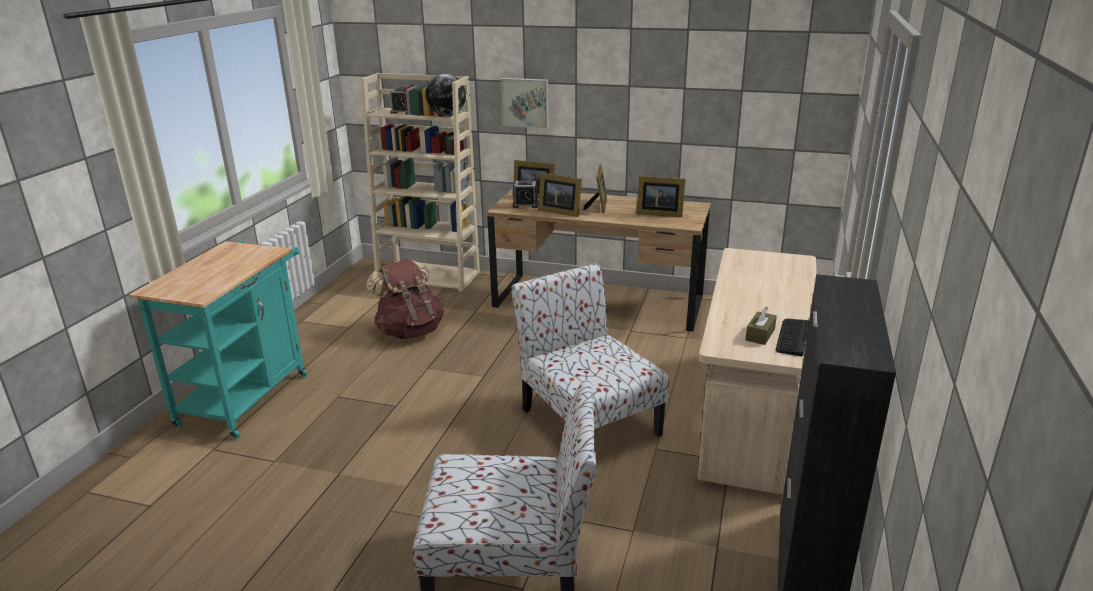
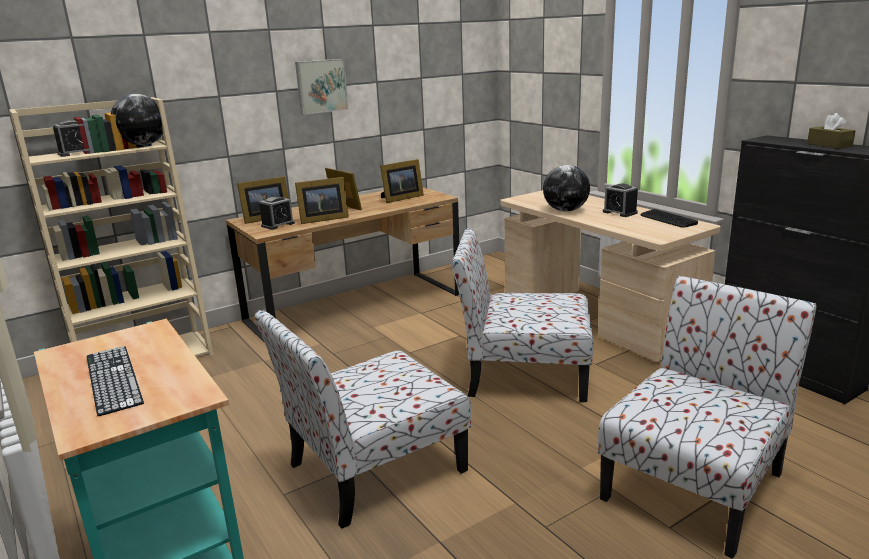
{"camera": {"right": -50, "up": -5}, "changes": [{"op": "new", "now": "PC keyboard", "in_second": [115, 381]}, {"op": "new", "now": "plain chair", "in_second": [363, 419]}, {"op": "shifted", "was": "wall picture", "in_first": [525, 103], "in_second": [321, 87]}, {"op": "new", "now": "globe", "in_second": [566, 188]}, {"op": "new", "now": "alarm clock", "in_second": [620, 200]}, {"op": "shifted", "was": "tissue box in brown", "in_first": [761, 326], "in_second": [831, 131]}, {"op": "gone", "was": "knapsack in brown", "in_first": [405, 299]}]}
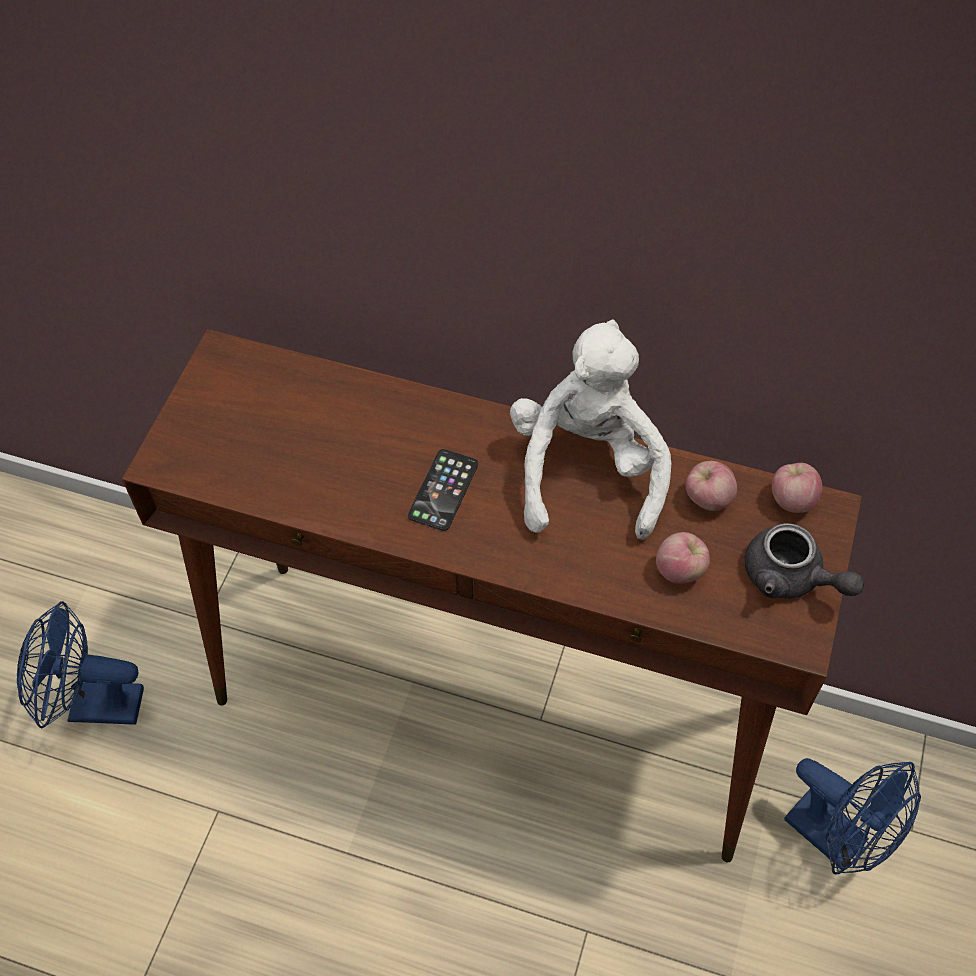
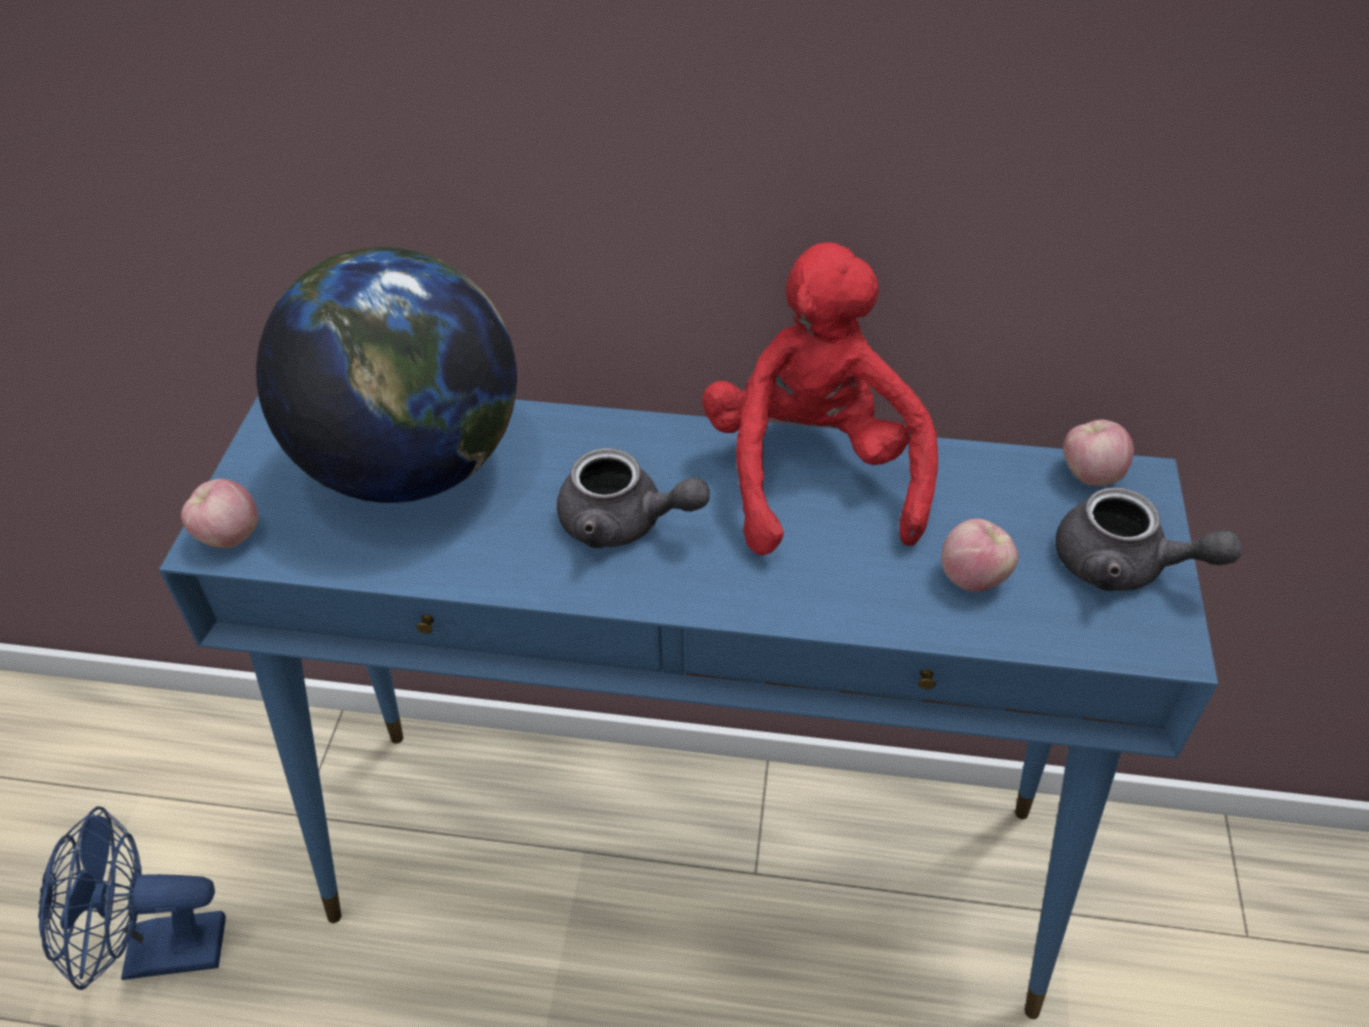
{"camera": {"right": -10, "up": -10}, "changes": [{"op": "repainted", "was": "hall table in brown", "now": "hall table in blue-coloured", "in_first": [492, 596], "in_second": [688, 707]}, {"op": "shifted", "was": "whole apple", "in_first": [711, 486], "in_second": [219, 513]}, {"op": "new", "now": "globe", "in_second": [386, 375]}, {"op": "swapped", "was": "phone", "now": "tea pot in grey", "in_first": [443, 490], "in_second": [633, 498]}, {"op": "repainted", "was": "cuddly toy in white", "now": "cuddly toy in reddish", "in_first": [590, 429], "in_second": [820, 398]}, {"op": "gone", "was": "electric fan in blue-coloured", "in_first": [852, 816]}]}
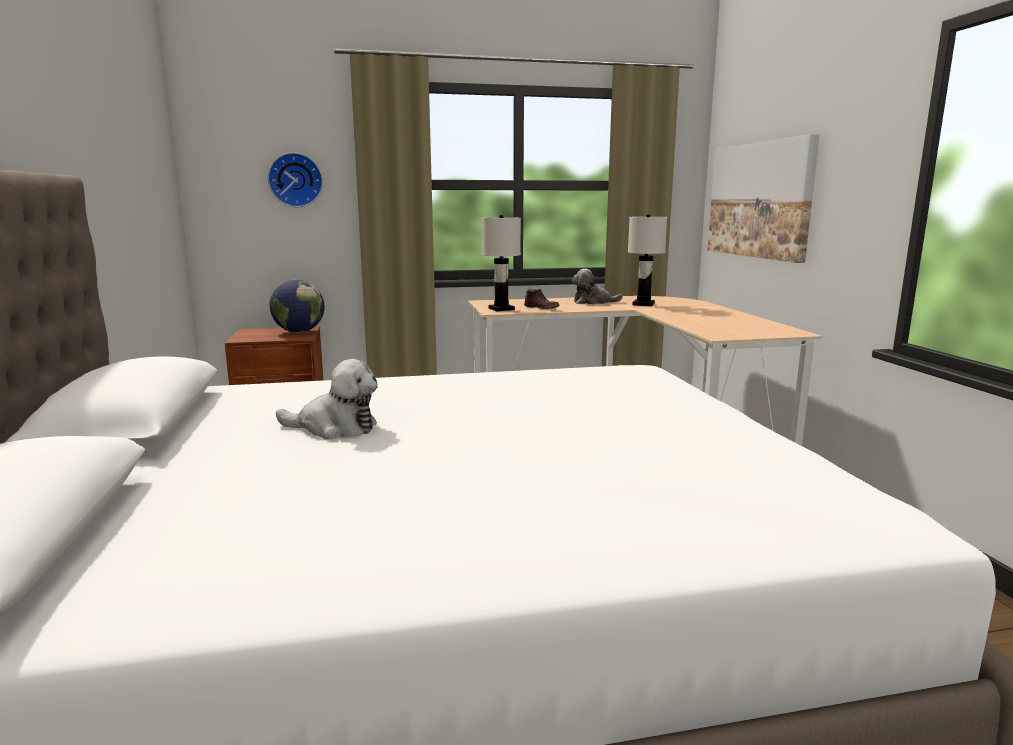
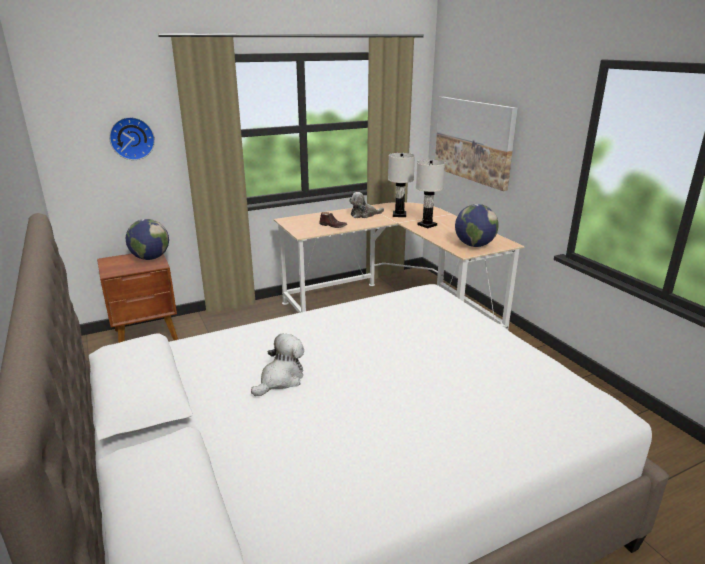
{"camera": {"right": -15, "up": 10}, "changes": [{"op": "rotated", "was": "cuddly toy", "in_first": [327, 399], "in_second": [277, 365], "clockwise": -45}, {"op": "shifted", "was": "table lamp in white", "in_first": [501, 263], "in_second": [430, 194]}, {"op": "new", "now": "globe", "in_second": [477, 225]}]}
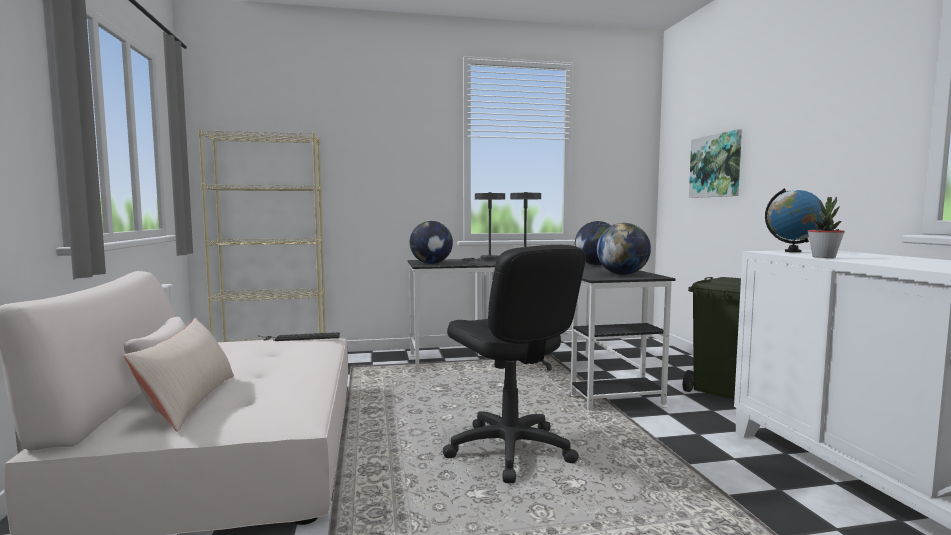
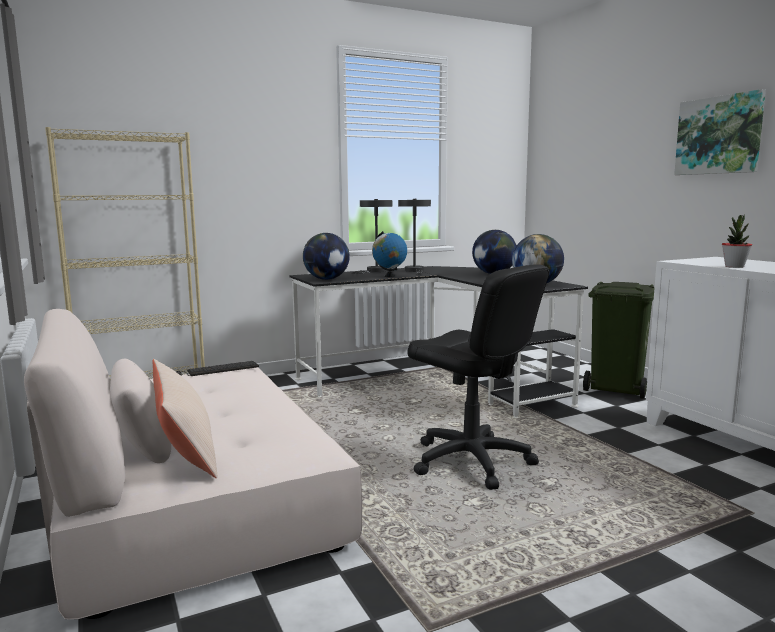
{"camera": {"right": -15, "up": 5}, "changes": [{"op": "shifted", "was": "globe", "in_first": [794, 220], "in_second": [389, 254]}, {"op": "shifted", "was": "wall picture", "in_first": [715, 163], "in_second": [720, 132]}]}
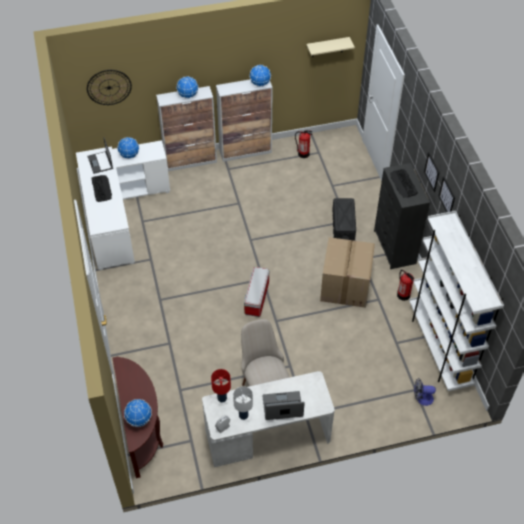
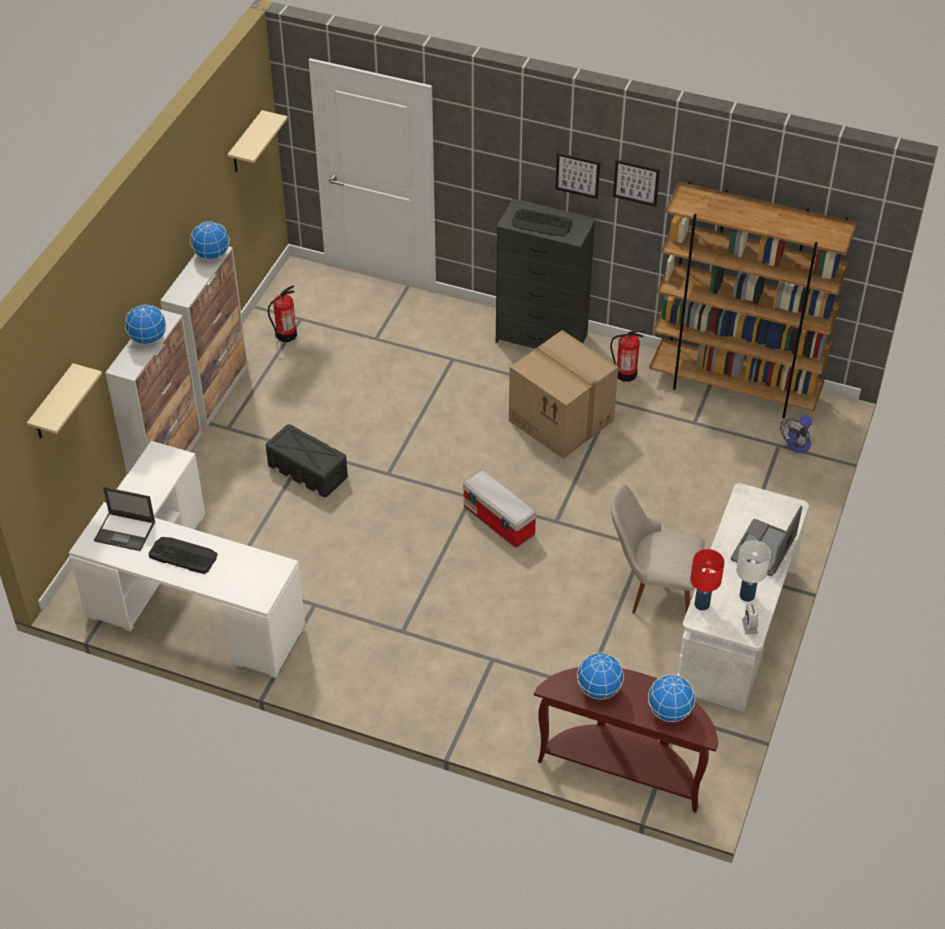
{"camera": {"right": -55, "up": -5}, "changes": [{"op": "swapped", "was": "wall clock", "now": "shelf in beige-coloured", "in_first": [109, 87], "in_second": [64, 401]}, {"op": "shifted", "was": "storage box in black-coloured", "in_first": [344, 219], "in_second": [307, 460]}, {"op": "shifted", "was": "globe", "in_first": [128, 148], "in_second": [600, 676]}, {"op": "repainted", "was": "bookshelf in white", "now": "bookshelf in brown", "in_first": [456, 301], "in_second": [753, 299]}]}
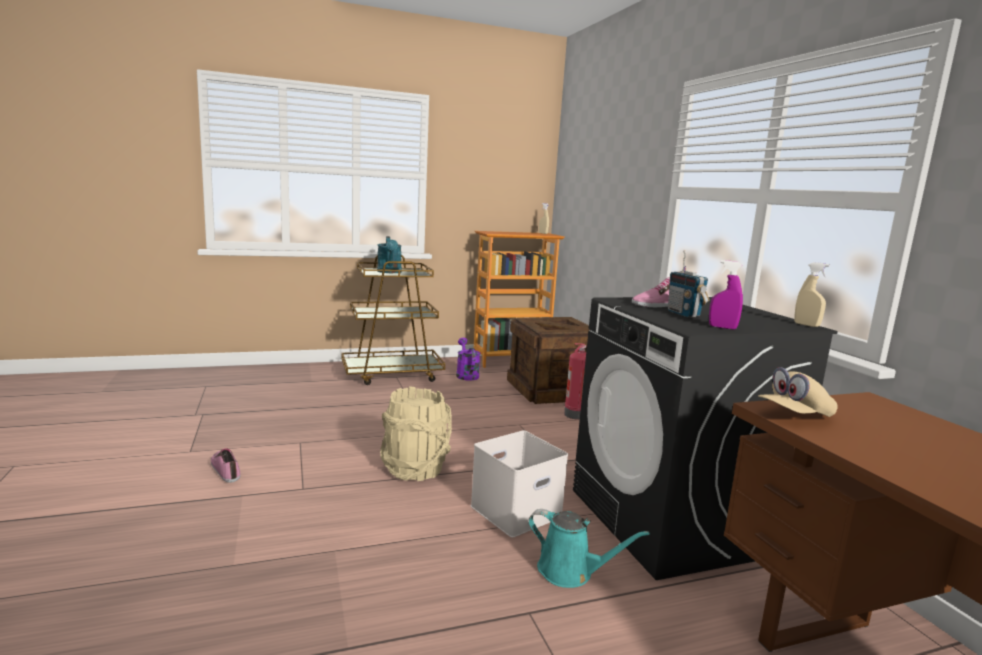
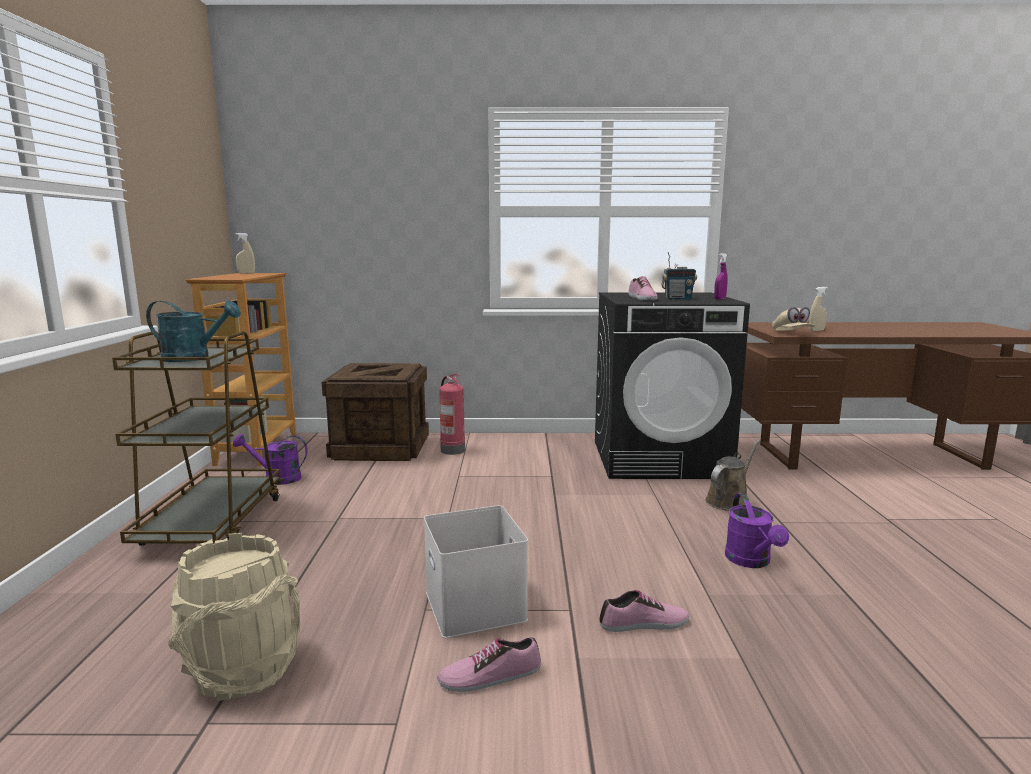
{"camera": {"right": -70, "up": 0}, "changes": [{"op": "shifted", "was": "bucket in beige-coloured", "in_first": [416, 433], "in_second": [234, 617]}, {"op": "shifted", "was": "storage box in white", "in_first": [519, 484], "in_second": [476, 571]}, {"op": "new", "now": "low shoe", "in_second": [644, 611]}, {"op": "repainted", "was": "sprinkling can in turquoise", "now": "sprinkling can in brown", "in_first": [589, 548], "in_second": [732, 475]}, {"op": "new", "now": "sprinkling can in purple", "in_second": [757, 530]}, {"op": "shifted", "was": "hand sprayer in beige-coloured", "in_first": [812, 294], "in_second": [818, 309]}]}
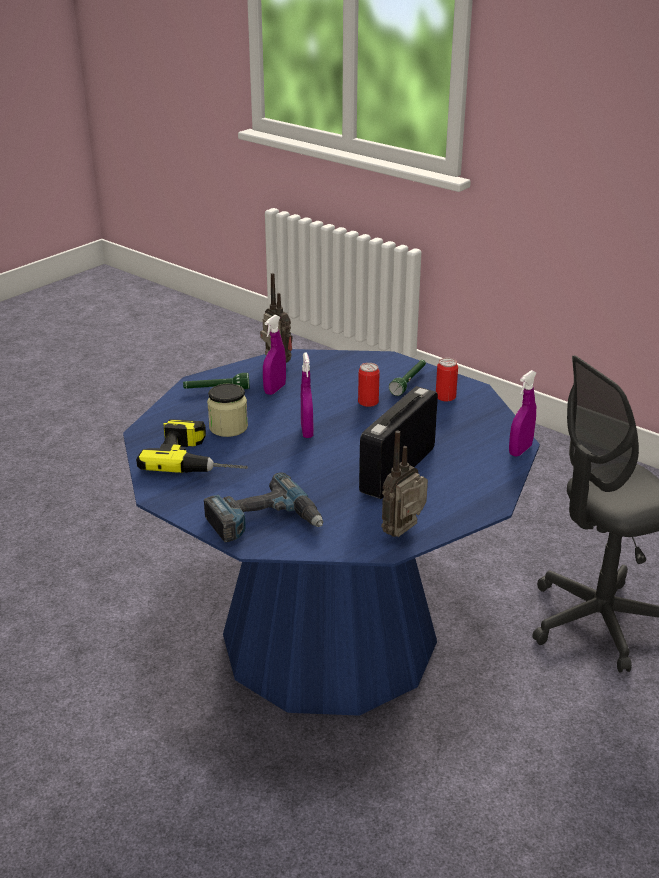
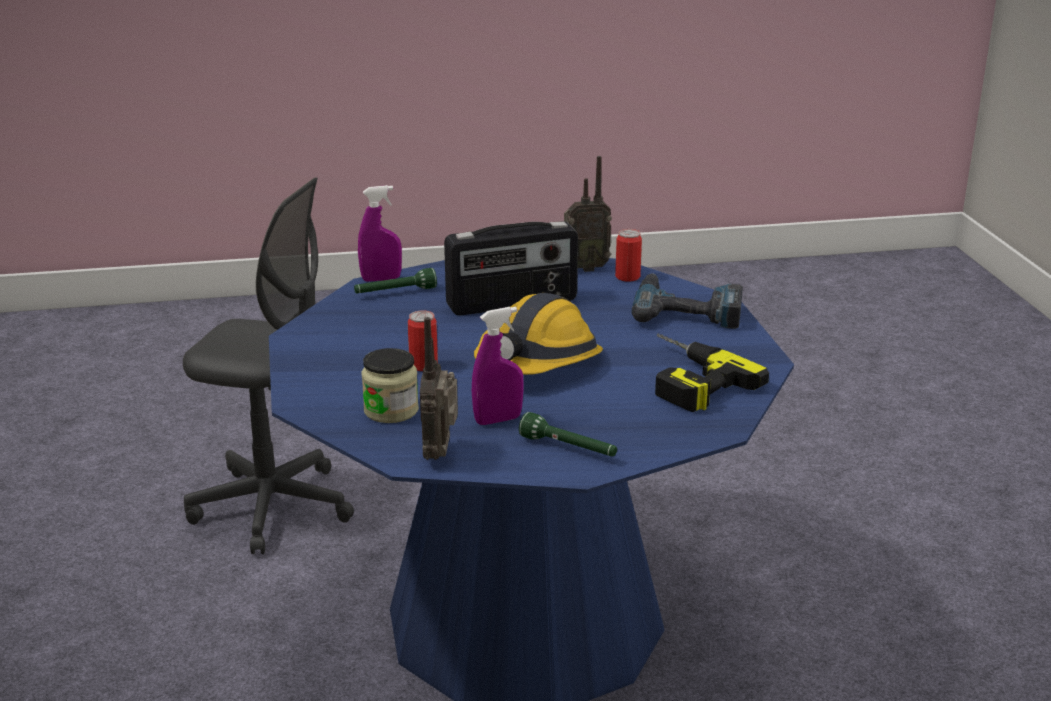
{"camera": {"right": -140, "up": -5}, "changes": [{"op": "shifted", "was": "hand torch in green-coloured", "in_first": [407, 378], "in_second": [395, 280]}, {"op": "shifted", "was": "jar", "in_first": [227, 410], "in_second": [390, 385]}, {"op": "swapped", "was": "hand sprayer in purple", "now": "safety helmet", "in_first": [307, 395], "in_second": [538, 334]}, {"op": "shifted", "was": "sealed can", "in_first": [447, 379], "in_second": [628, 255]}]}
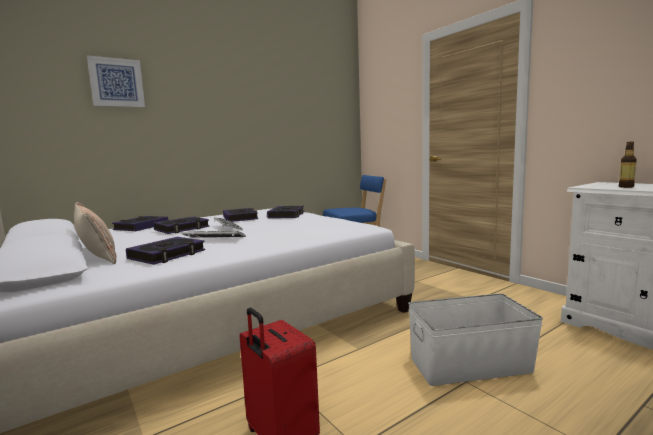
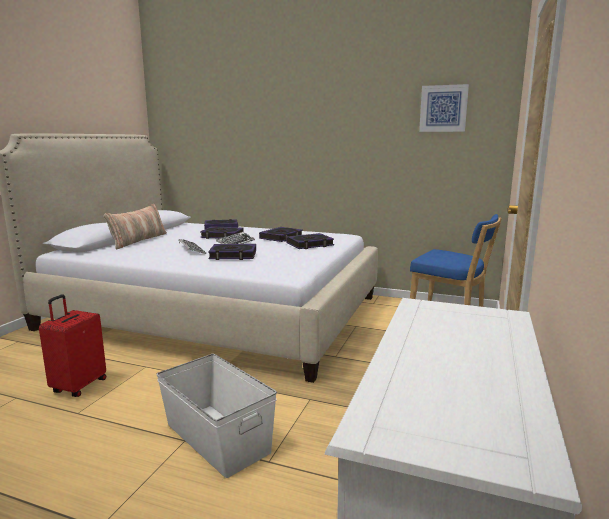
{"camera": {"right": 55, "up": 5}, "changes": [{"op": "shifted", "was": "volume", "in_first": [165, 251], "in_second": [232, 252]}, {"op": "shifted", "was": "wall picture", "in_first": [116, 81], "in_second": [444, 108]}, {"op": "gone", "was": "bottle", "in_first": [628, 164]}]}
